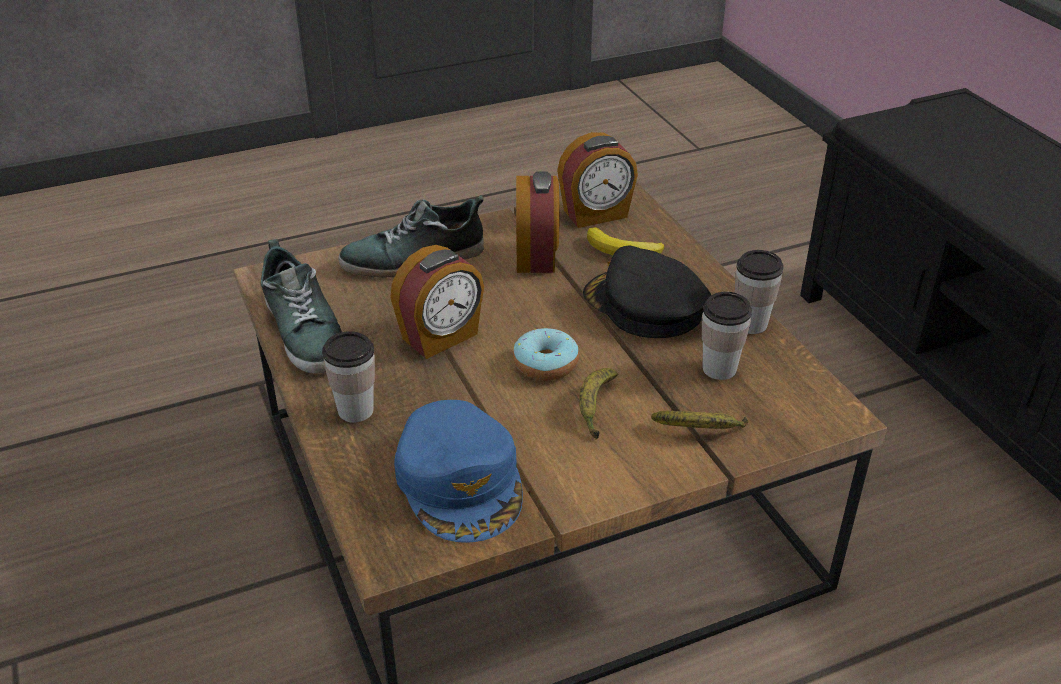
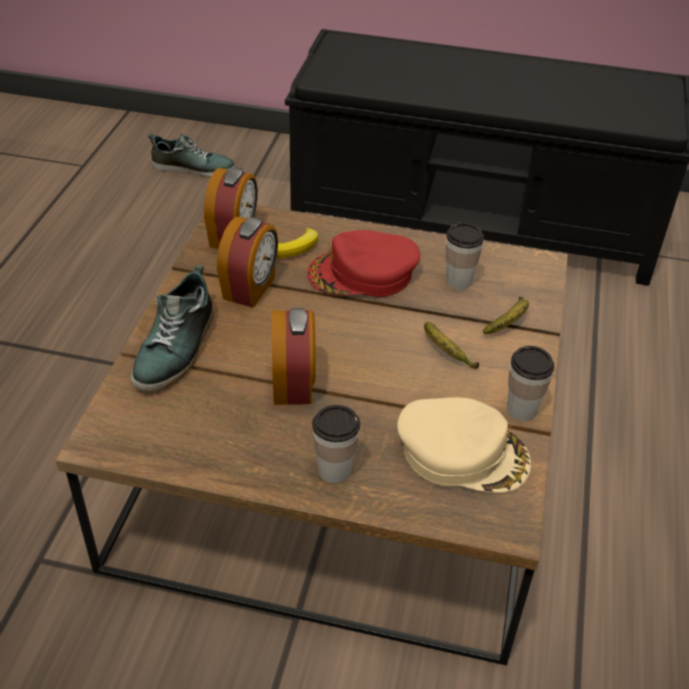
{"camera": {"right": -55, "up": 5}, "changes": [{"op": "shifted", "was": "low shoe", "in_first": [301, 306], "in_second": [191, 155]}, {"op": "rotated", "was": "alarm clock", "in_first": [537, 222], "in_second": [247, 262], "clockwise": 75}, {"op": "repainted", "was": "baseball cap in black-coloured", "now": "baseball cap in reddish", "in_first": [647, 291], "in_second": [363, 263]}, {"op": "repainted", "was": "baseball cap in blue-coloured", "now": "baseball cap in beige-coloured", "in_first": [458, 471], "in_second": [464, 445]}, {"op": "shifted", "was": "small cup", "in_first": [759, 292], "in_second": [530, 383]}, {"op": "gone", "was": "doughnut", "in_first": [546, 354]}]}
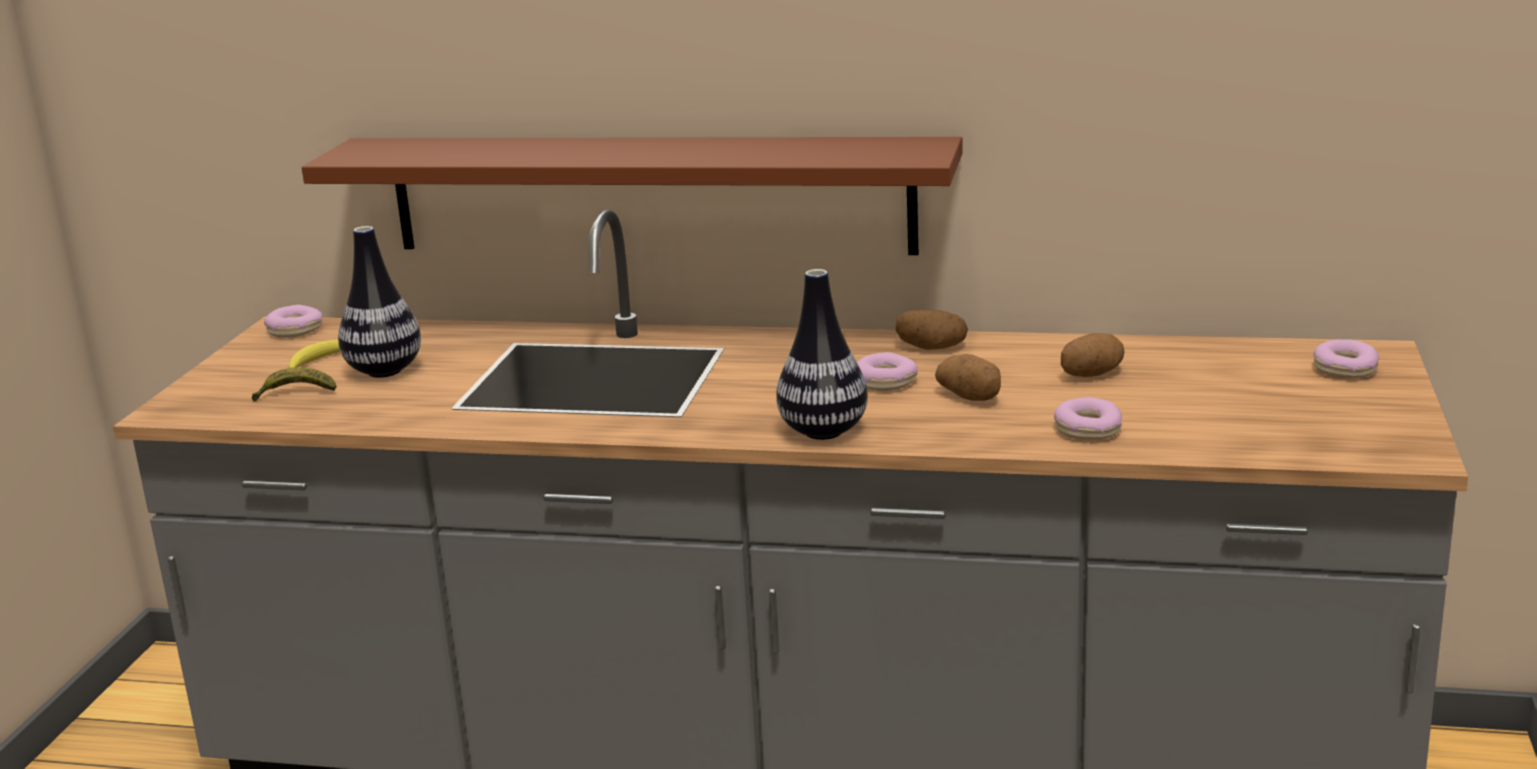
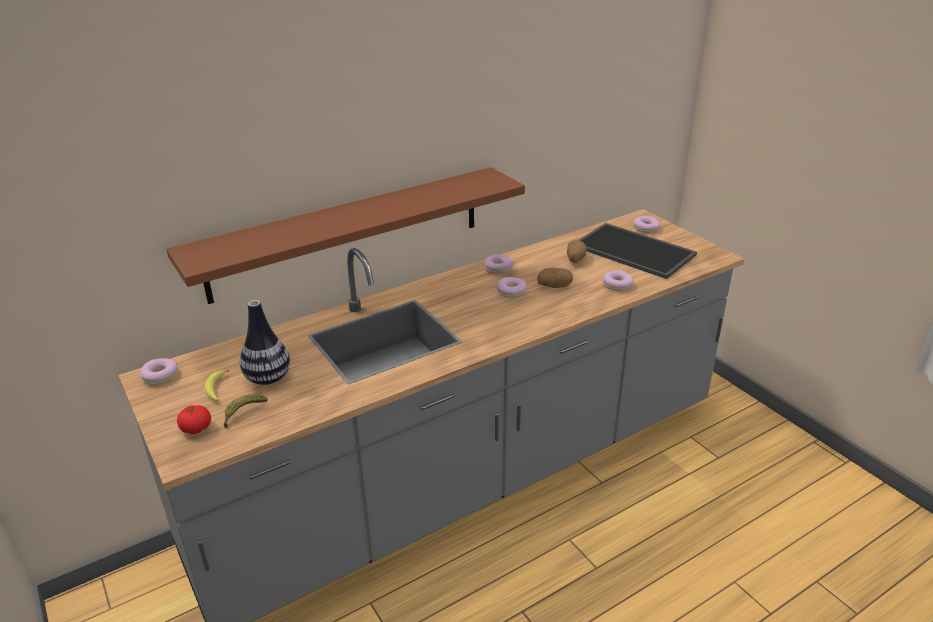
{"camera": {"right": -45, "up": 10}, "changes": [{"op": "new", "now": "whole tomato", "in_second": [194, 419]}, {"op": "swapped", "was": "spud", "now": "doughnut", "in_first": [932, 330], "in_second": [499, 264]}, {"op": "new", "now": "serving tray", "in_second": [637, 251]}, {"op": "gone", "was": "flower vase", "in_first": [822, 354]}]}
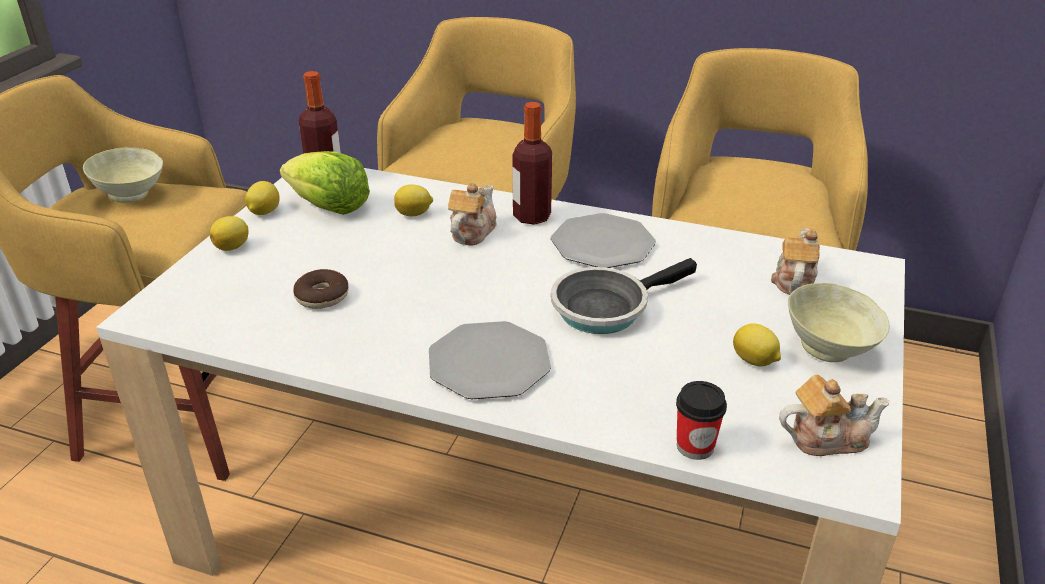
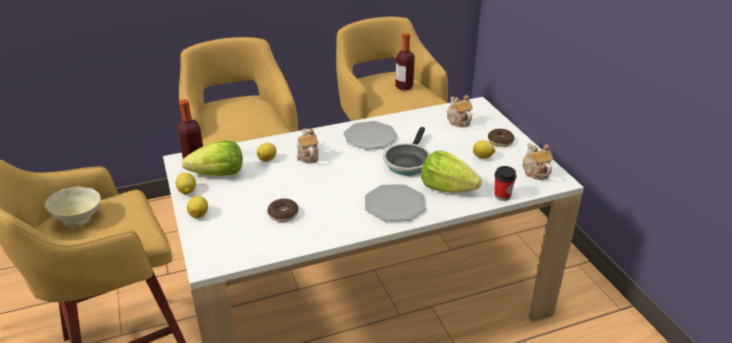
{"camera": {"right": -40, "up": 0}, "changes": [{"op": "shifted", "was": "bottle", "in_first": [532, 163], "in_second": [405, 61]}, {"op": "new", "now": "head of lettuce", "in_second": [451, 171]}, {"op": "swapped", "was": "serving bowl in beige-coloured", "now": "doughnut", "in_first": [838, 322], "in_second": [501, 138]}, {"op": "rotated", "was": "tea pot", "in_first": [834, 415], "in_second": [538, 161], "clockwise": -60}]}
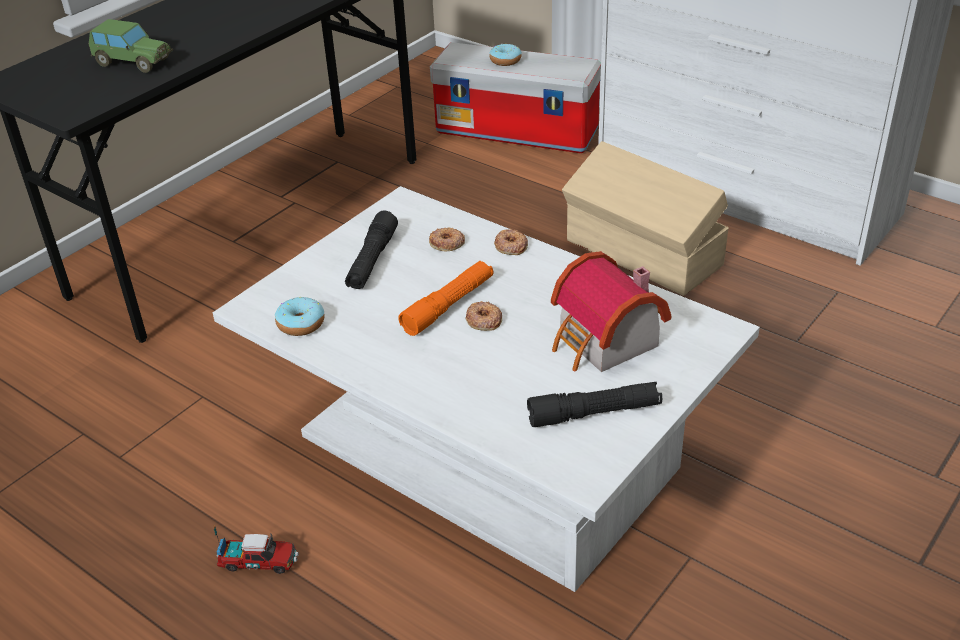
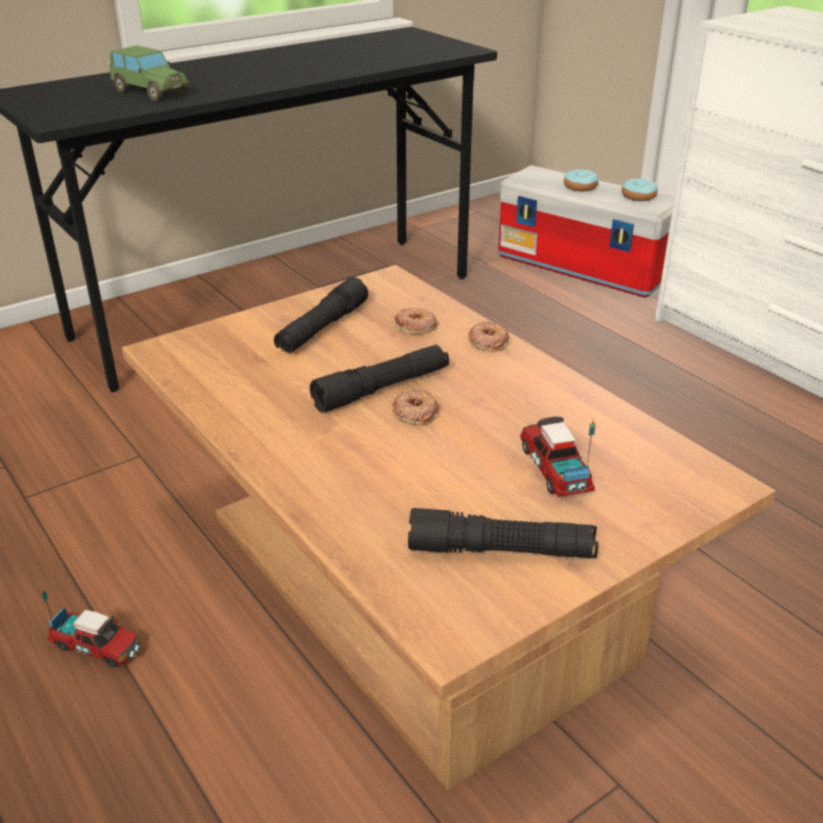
{"camera": {"right": 15, "up": -5}, "changes": [{"op": "repainted", "was": "low table in white", "now": "low table in brown", "in_first": [486, 389], "in_second": [449, 527]}, {"op": "repainted", "was": "hand torch in orangey", "now": "hand torch in black-coloured", "in_first": [445, 298], "in_second": [379, 378]}, {"op": "swapped", "was": "model house", "now": "model truck", "in_first": [611, 311], "in_second": [558, 456]}, {"op": "shifted", "was": "doughnut", "in_first": [299, 316], "in_second": [640, 190]}, {"op": "gone", "was": "storage box in beige-coloured", "in_first": [645, 218]}]}
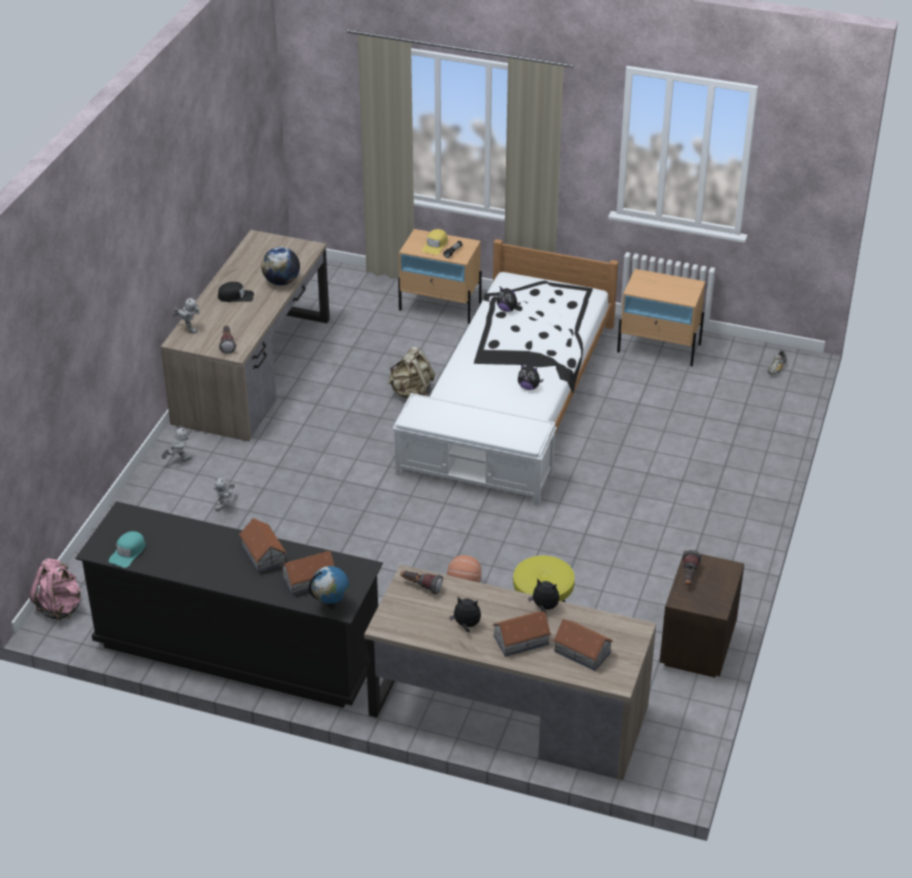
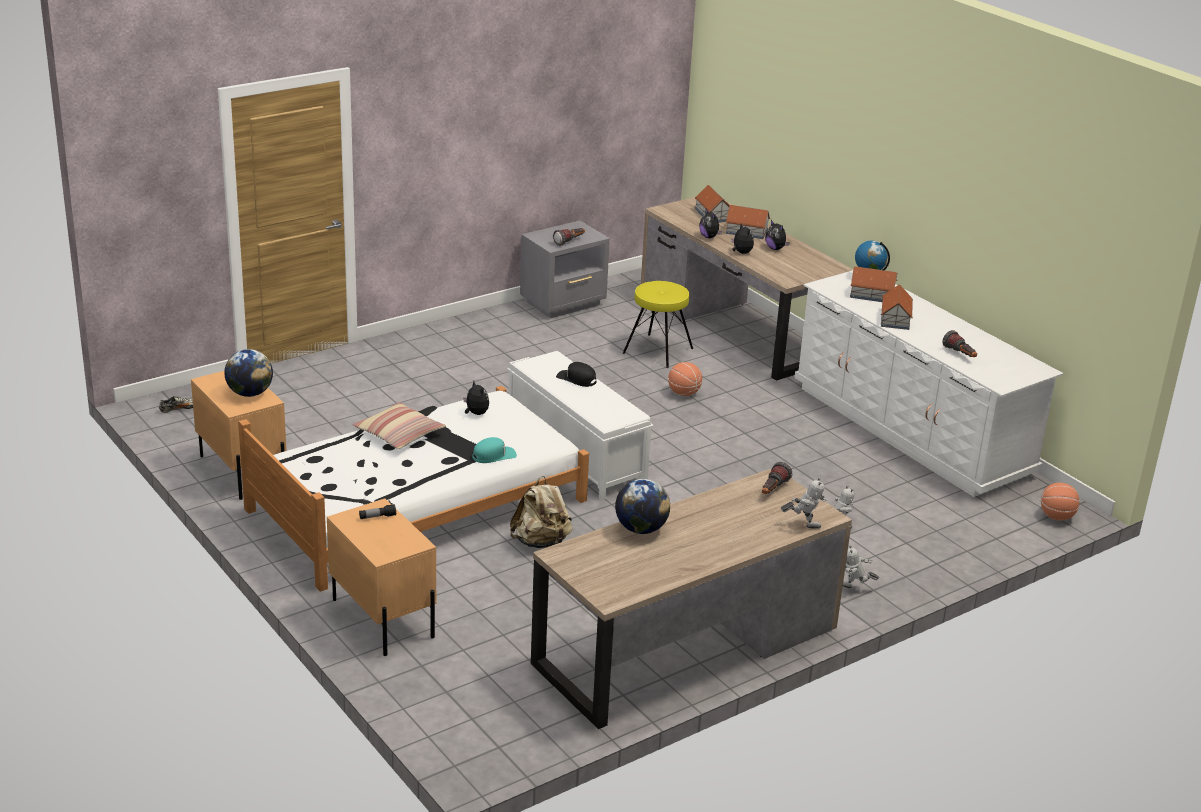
{"camera": {"right": -145, "up": -10}, "changes": [{"op": "new", "now": "globe", "in_second": [248, 373]}, {"op": "new", "now": "throw pillow", "in_second": [399, 425]}, {"op": "shifted", "was": "baseball cap in turquoise", "in_first": [127, 549], "in_second": [494, 450]}, {"op": "repainted", "was": "nightstand in brown", "now": "nightstand in grey", "in_first": [702, 614], "in_second": [565, 269]}, {"op": "shifted", "was": "baseball cap in black-coloured", "in_first": [236, 292], "in_second": [576, 374]}, {"op": "shifted", "was": "cuddly toy", "in_first": [508, 299], "in_second": [742, 238]}, {"op": "rotated", "was": "toy robot", "in_first": [186, 315], "in_second": [804, 503], "clockwise": 120}, {"op": "repainted", "was": "drawer chest in black-coloured", "now": "drawer chest in white", "in_first": [229, 605], "in_second": [928, 383]}, {"op": "shifted", "was": "hand torch", "in_first": [421, 582], "in_second": [959, 343]}, {"op": "swapped", "was": "knapsack in pink", "now": "ball for basketball", "in_first": [55, 589], "in_second": [1060, 502]}, {"op": "gone", "was": "baseball cap in yellow-coloured", "in_first": [435, 242]}]}
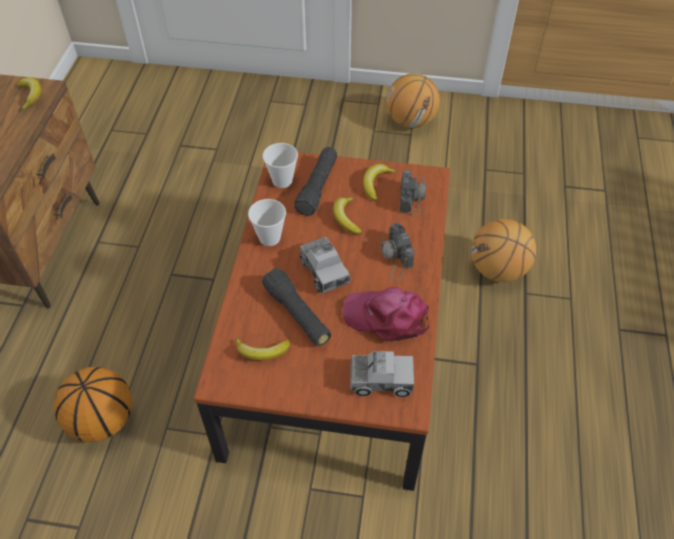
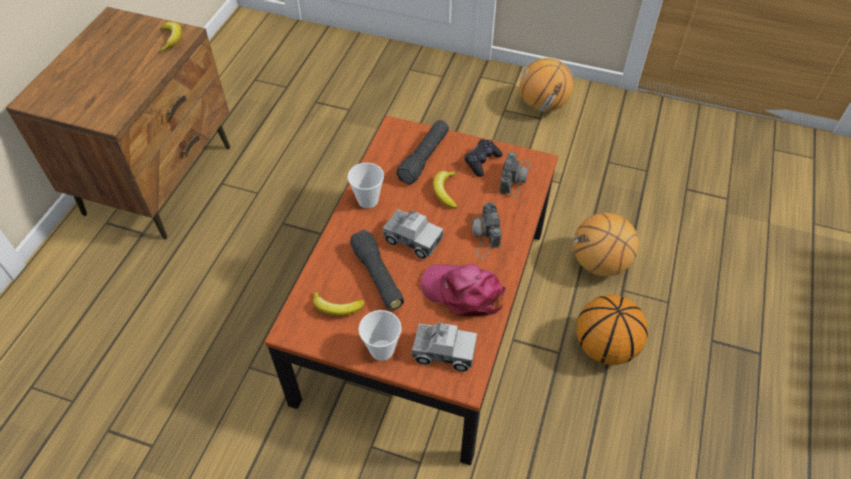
{"camera": {"right": 10, "up": 0}, "changes": [{"op": "shifted", "was": "small cup", "in_first": [280, 165], "in_second": [380, 335]}, {"op": "rotated", "was": "model truck", "in_first": [325, 265], "in_second": [413, 234], "clockwise": -45}, {"op": "swapped", "was": "banana", "now": "game controller in black-coloured", "in_first": [380, 182], "in_second": [484, 158]}, {"op": "shifted", "was": "ball for basketball", "in_first": [93, 404], "in_second": [612, 330]}]}
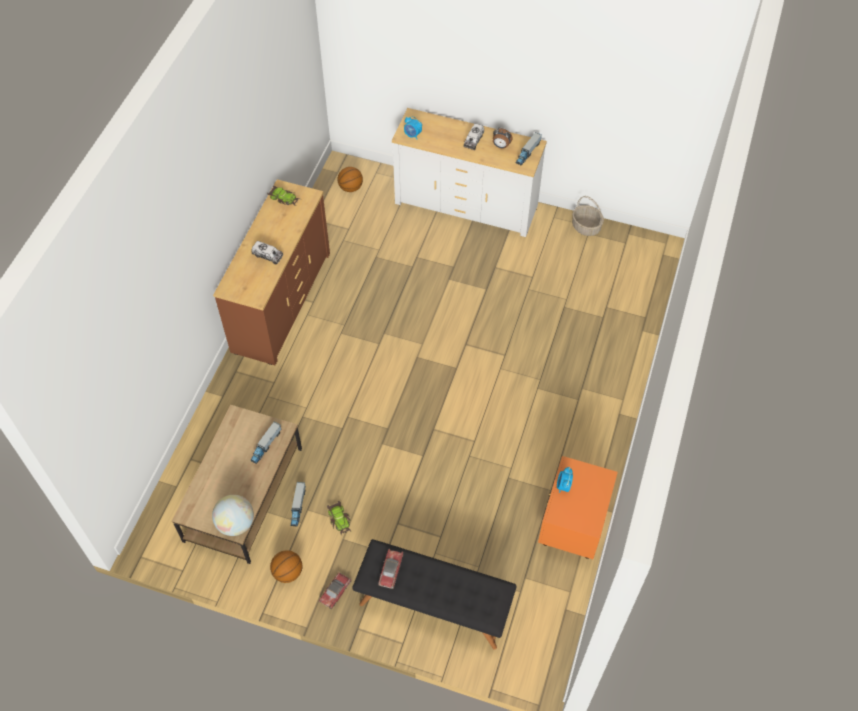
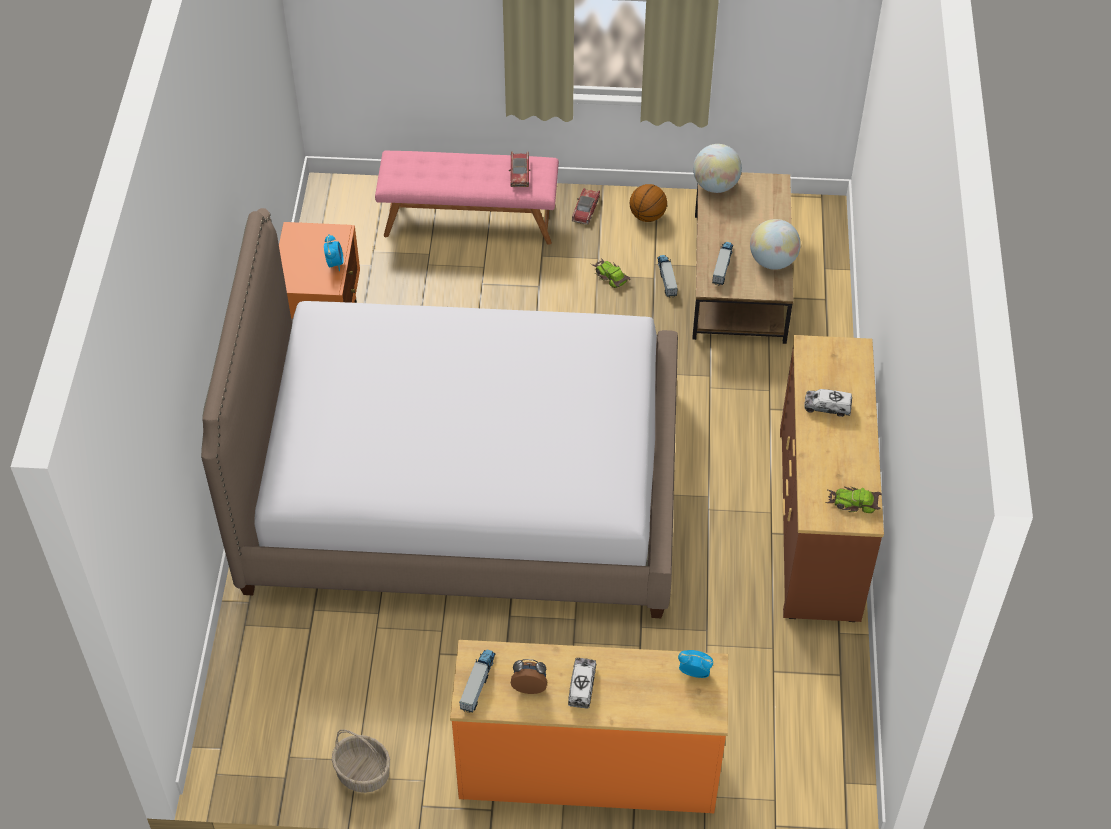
{"camera": {"right": 165, "up": -5}, "changes": [{"op": "new", "now": "bed", "in_second": [439, 413]}, {"op": "repainted", "was": "indoor bench in black-coloured", "now": "indoor bench in pink", "in_first": [434, 594], "in_second": [467, 198]}, {"op": "repainted", "was": "drawer chest in white", "now": "drawer chest in orangey", "in_first": [469, 172], "in_second": [589, 726]}, {"op": "new", "now": "globe", "in_second": [775, 244]}, {"op": "gone", "was": "ball for basketball", "in_first": [350, 179]}]}
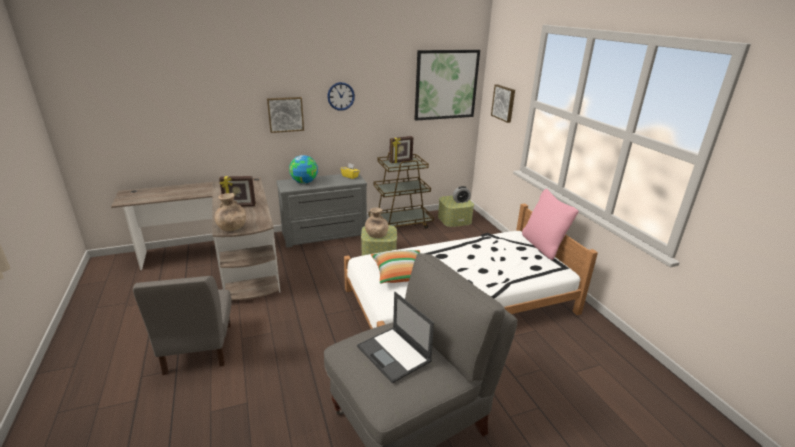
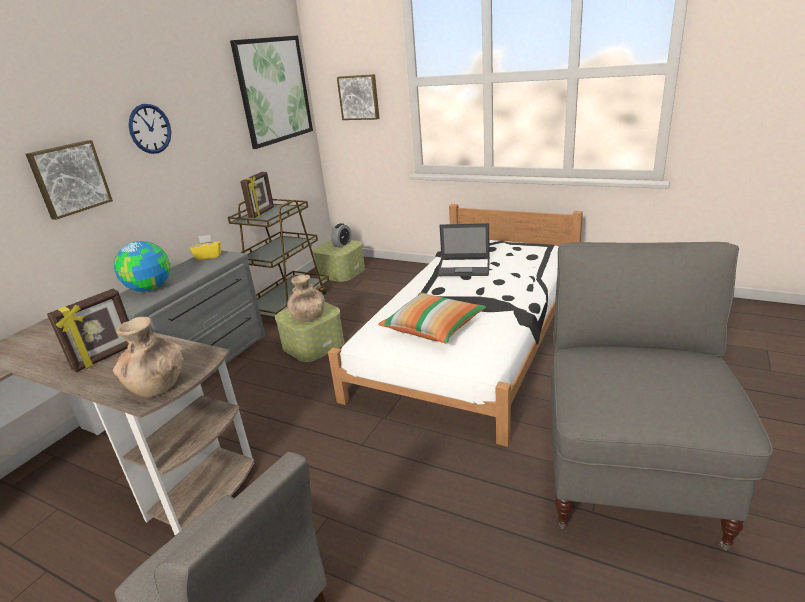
{"camera": {"right": -40, "up": 0}, "changes": [{"op": "shifted", "was": "laptop", "in_first": [395, 338], "in_second": [464, 249]}, {"op": "gone", "was": "throw pillow in pink", "in_first": [550, 224]}]}
